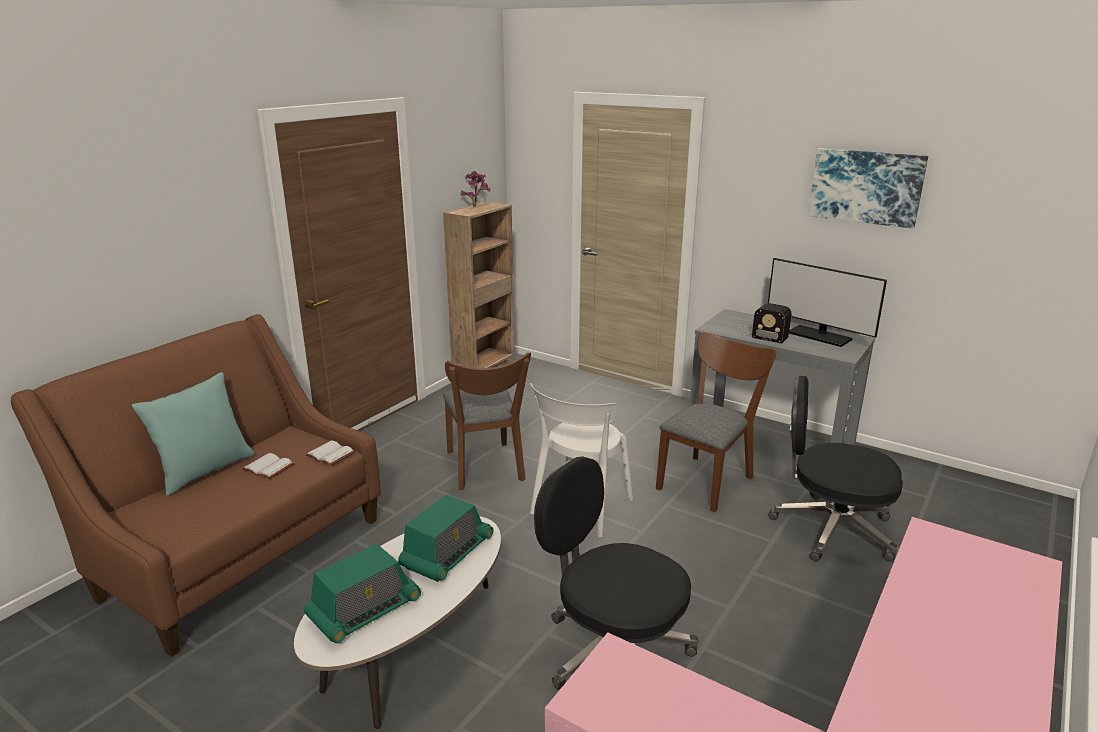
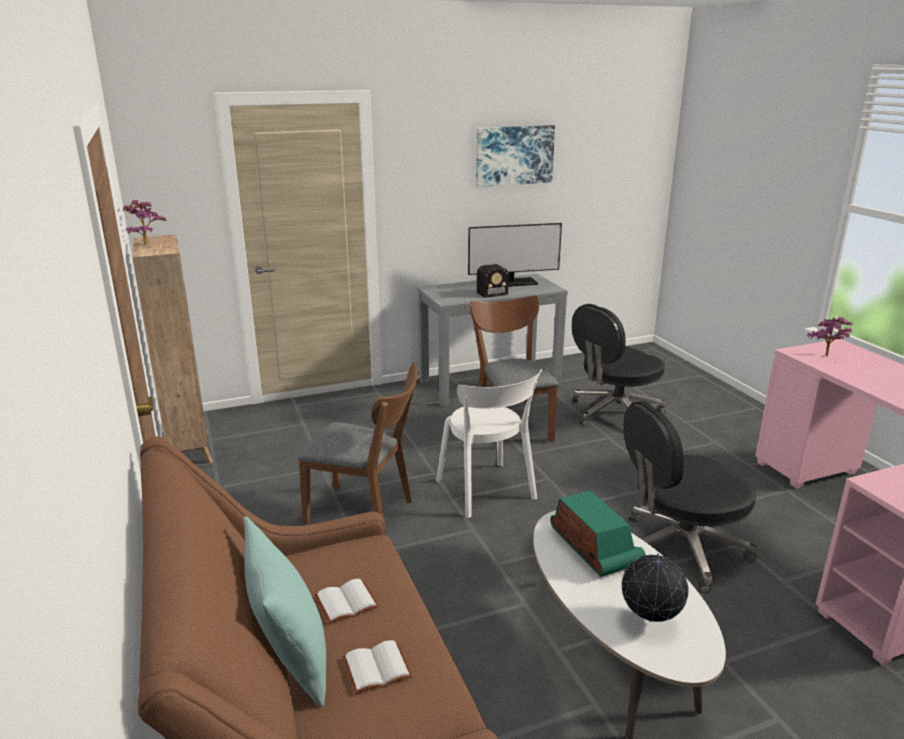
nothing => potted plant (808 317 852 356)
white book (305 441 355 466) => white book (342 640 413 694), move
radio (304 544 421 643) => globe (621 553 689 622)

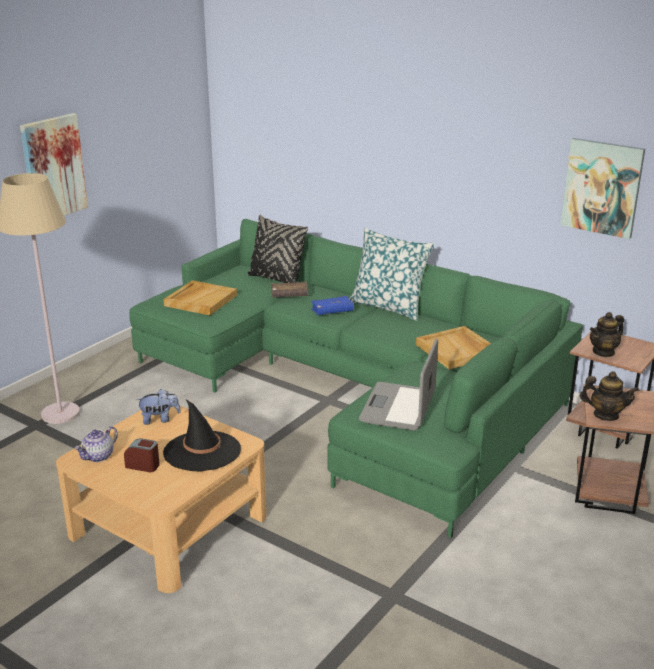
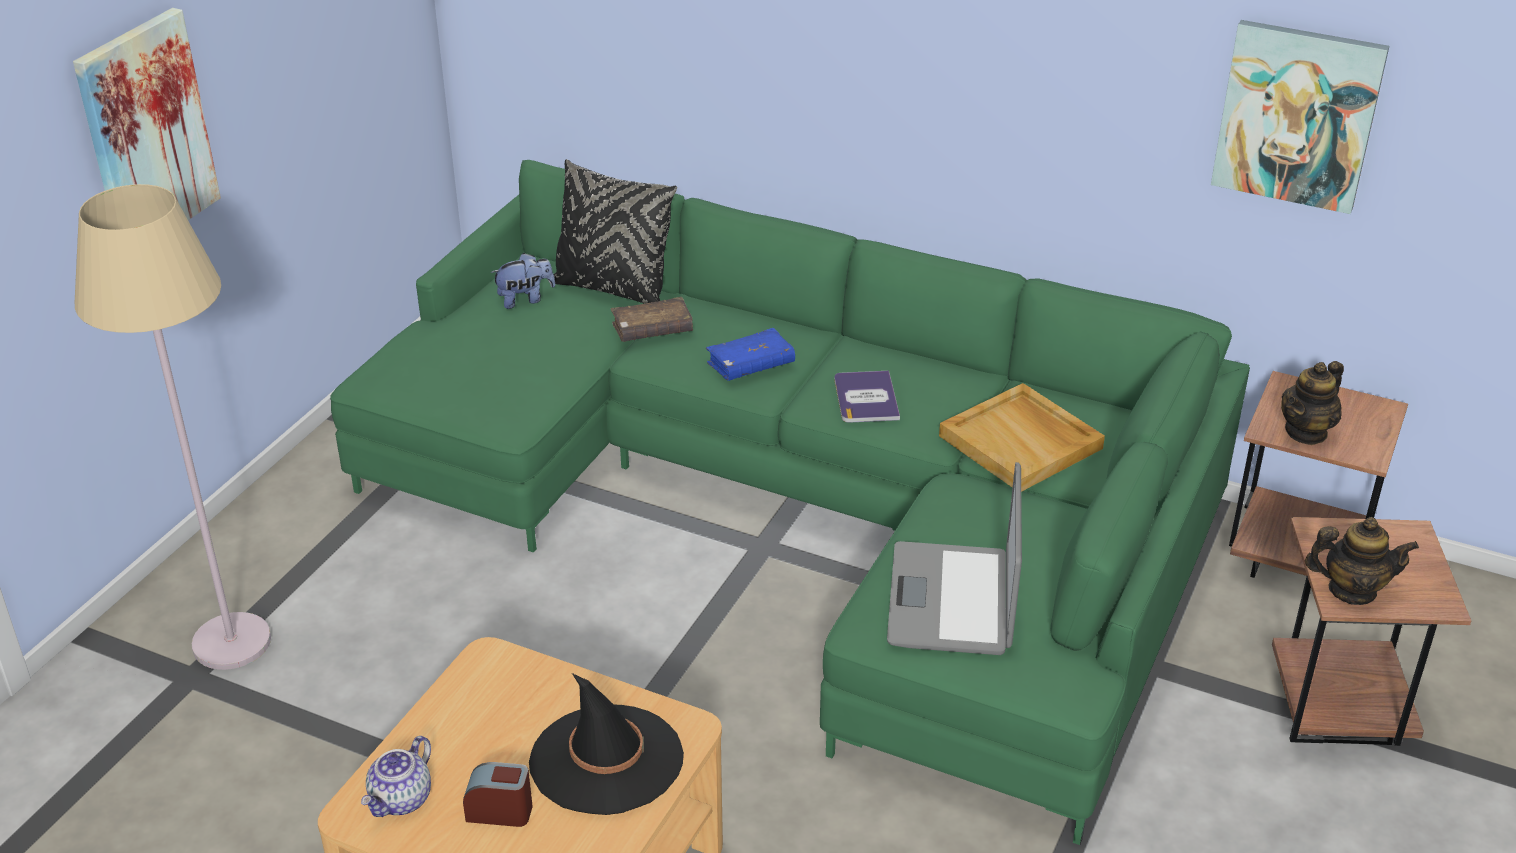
beige tray (164 280 237 315) => nothing
pillow (349 228 434 321) => nothing
nothing => book (834 370 900 423)
plush toy (136 389 181 425) => plush toy (491 253 555 309), move

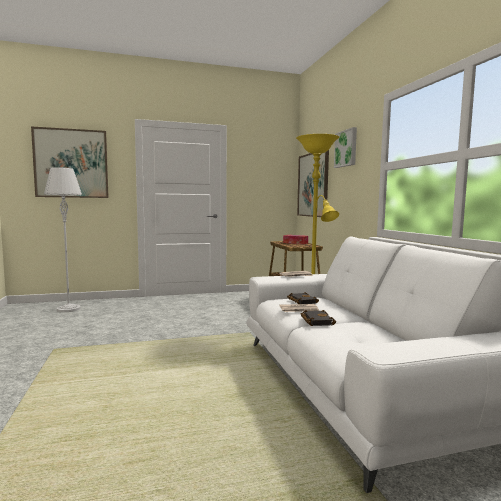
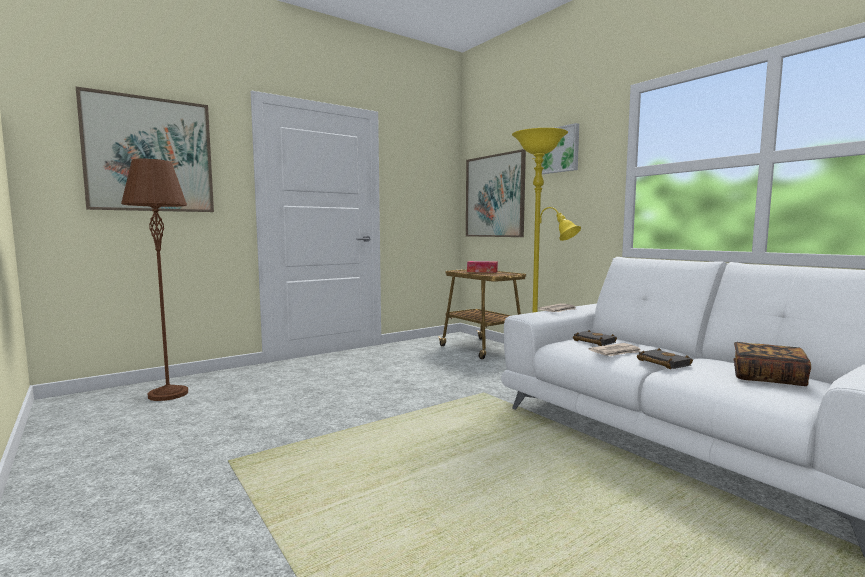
nothing => book (733 342 811 386)
grey floor lamp (44 167 82 312) => brown floor lamp (121 158 188 401)

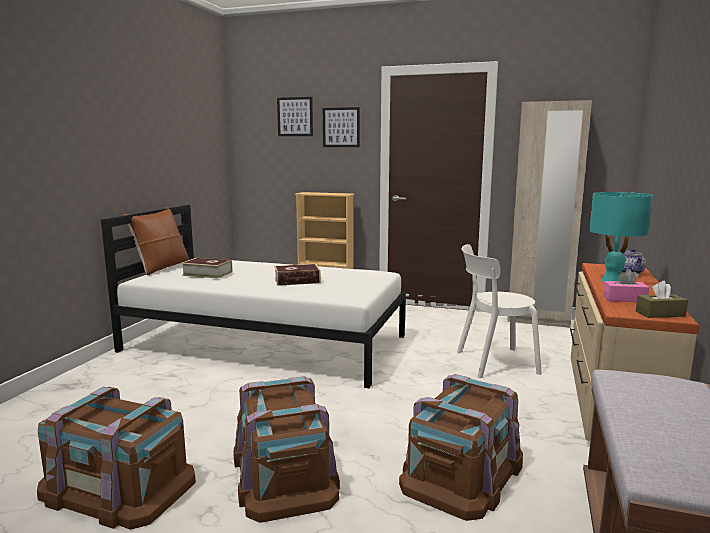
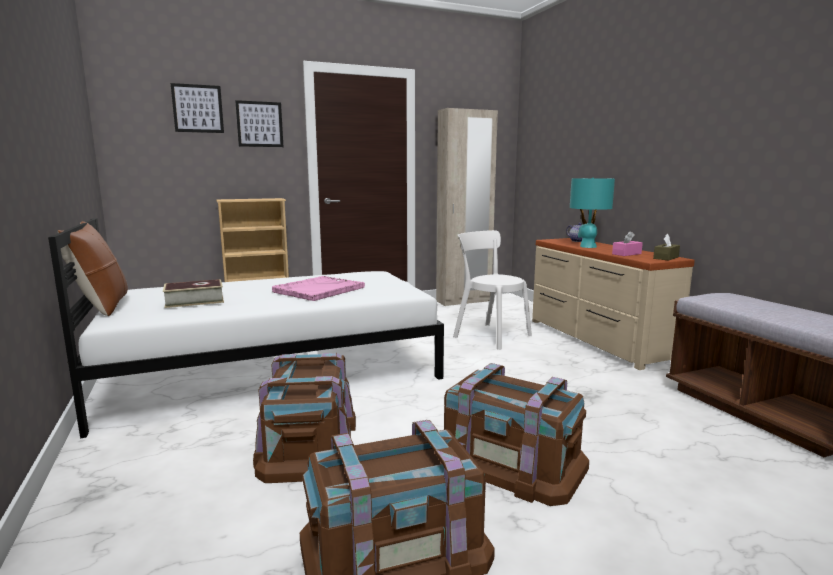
brown storage box (399 374 523 521) => brown storage box (253 353 356 483), move
book (274 264 321 286) => pink tray (272 276 365 301)
white chair (457 244 542 378) => white chair (453 230 532 350), 90 degrees clockwise

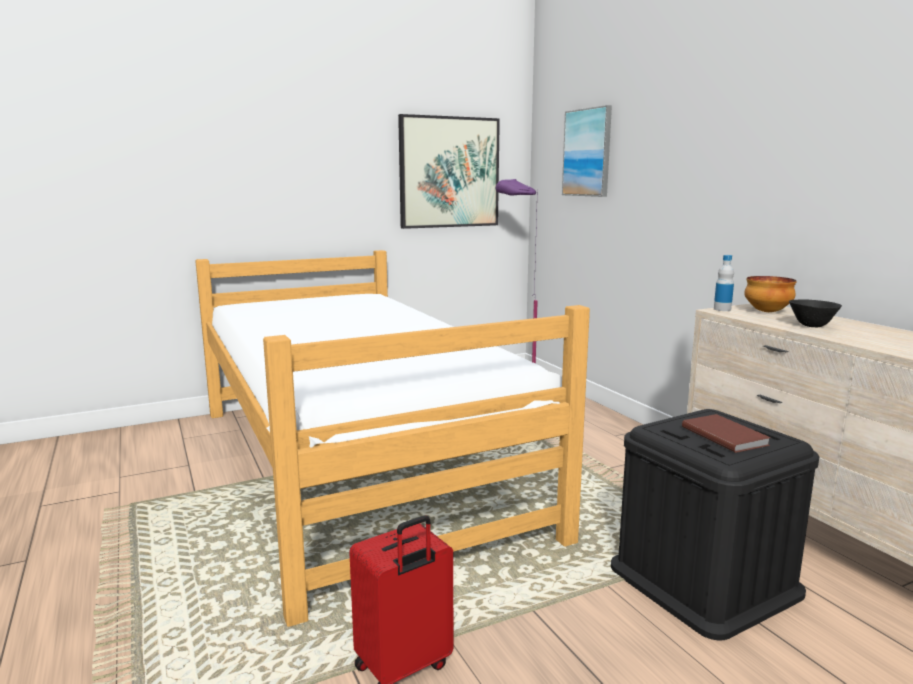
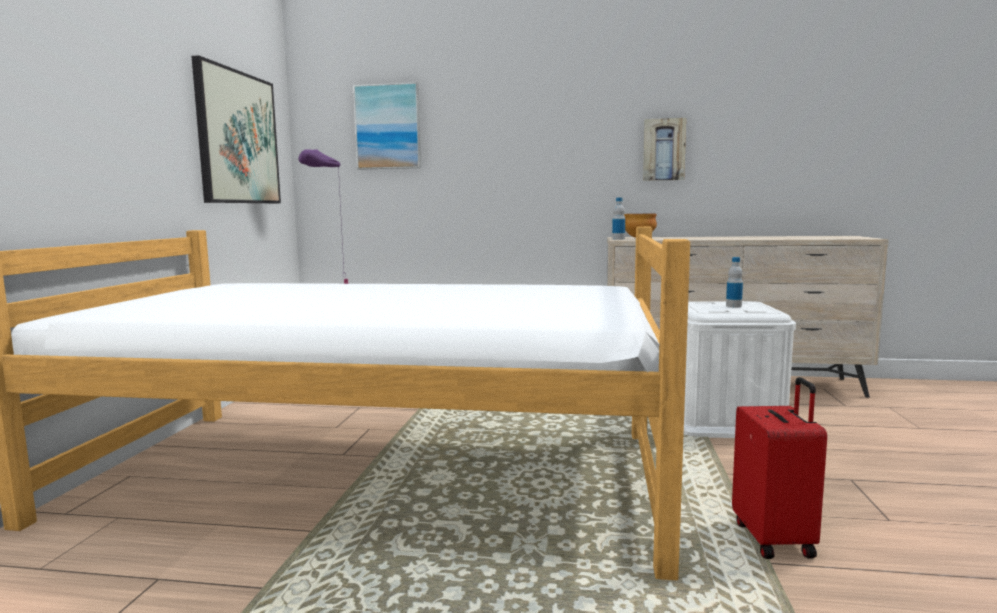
black bowl (789 299 842 327) => nothing
nothing => picture (643 118 686 181)
brown book (682 414 771 453) => bottle (726 257 743 307)
black storage box (611 409 820 641) => white storage box (684 301 796 438)

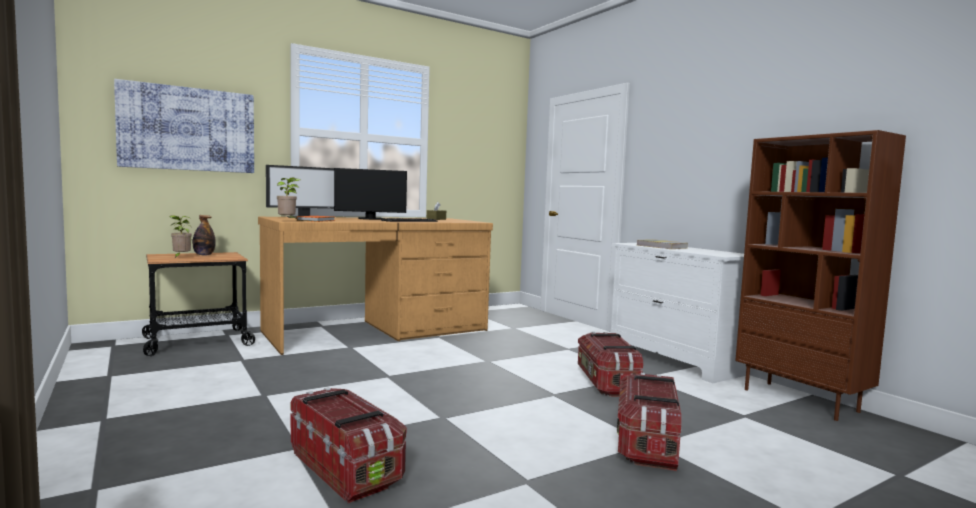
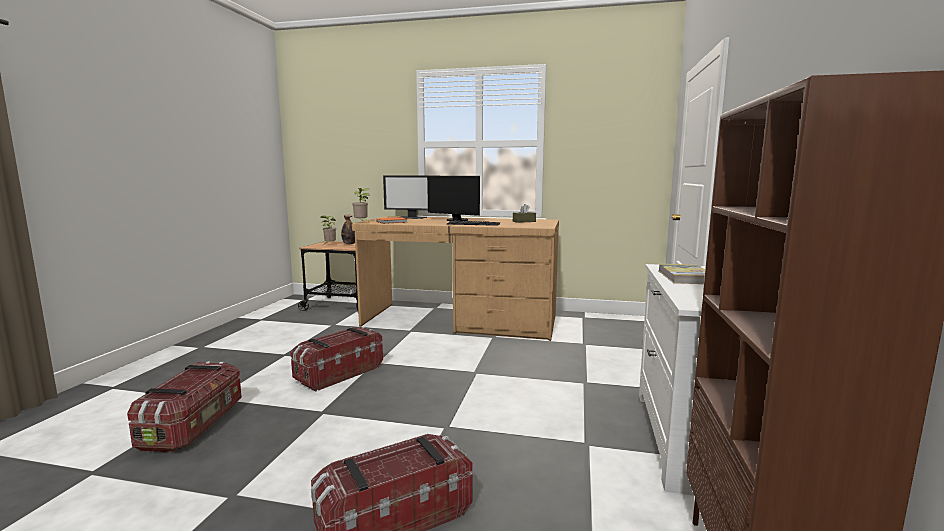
picture (114 79 254 173) => nothing
storage box (578 332 643 397) => storage box (291 327 383 391), move

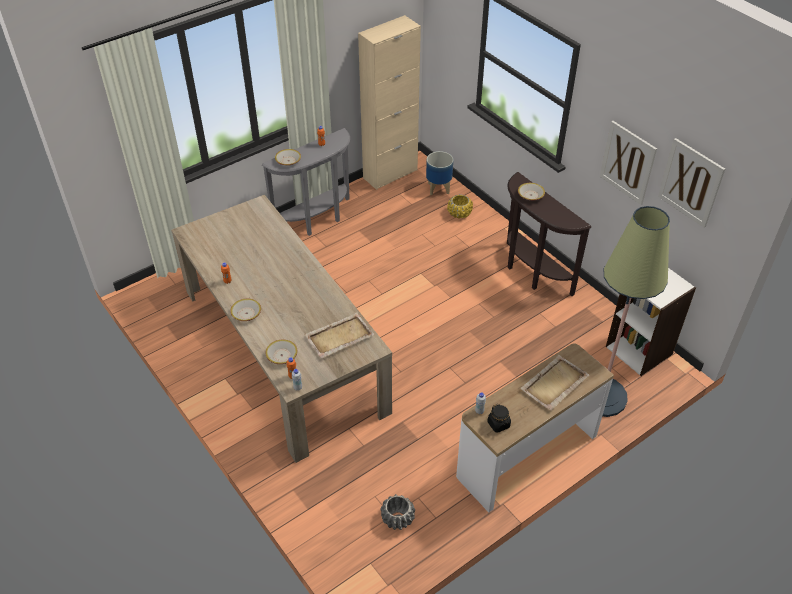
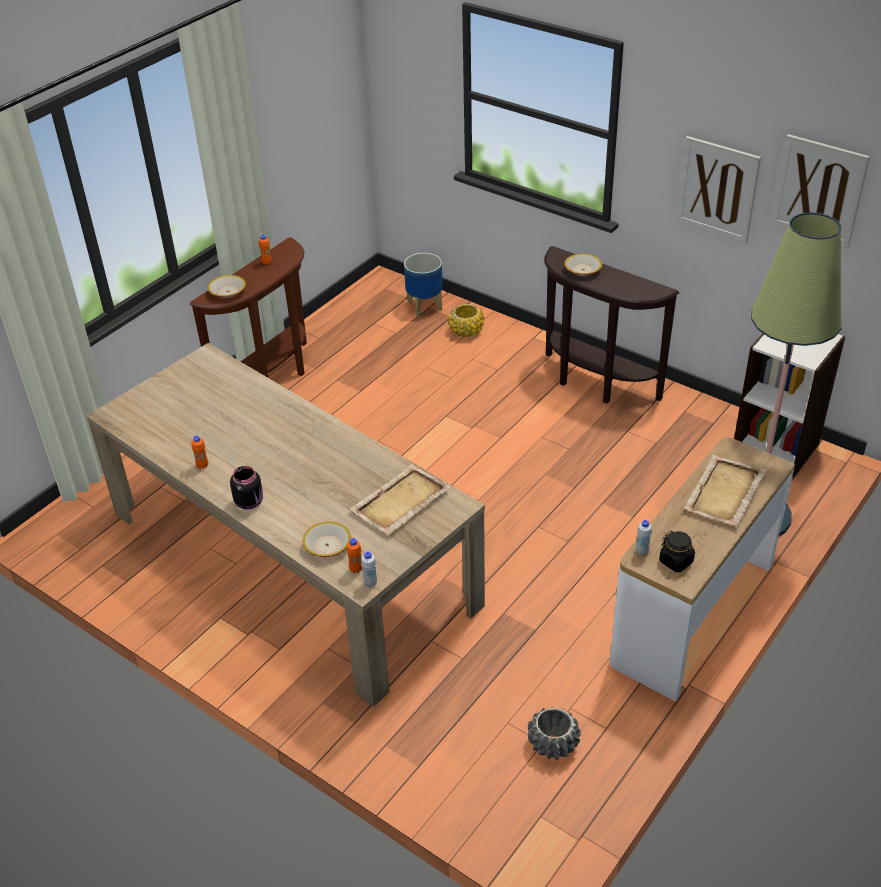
beige cabinet (358 15 421 190) => nothing
bowl (230 299 261 321) => black jar (230 466 263 510)
grey console table (262 128 350 236) => brown console table (190 237 307 378)

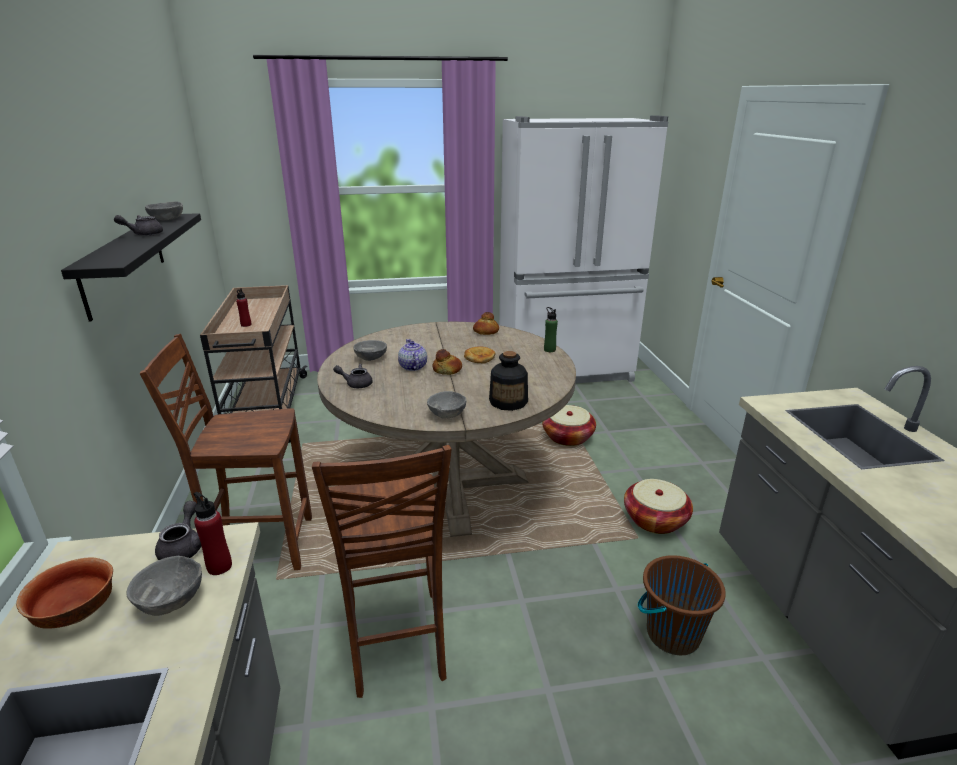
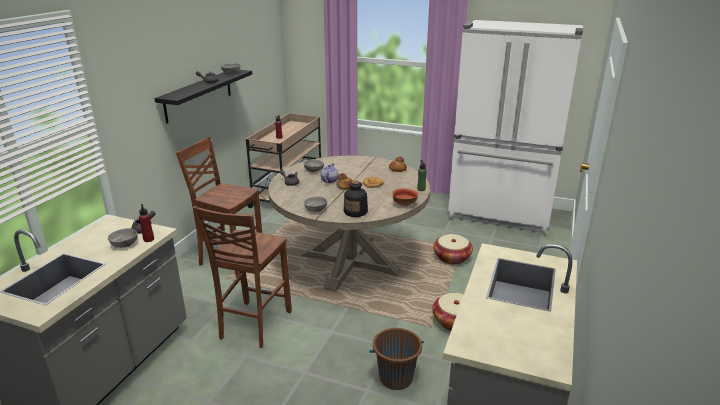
bowl (16 558 113 629) => bowl (392 188 419 207), move

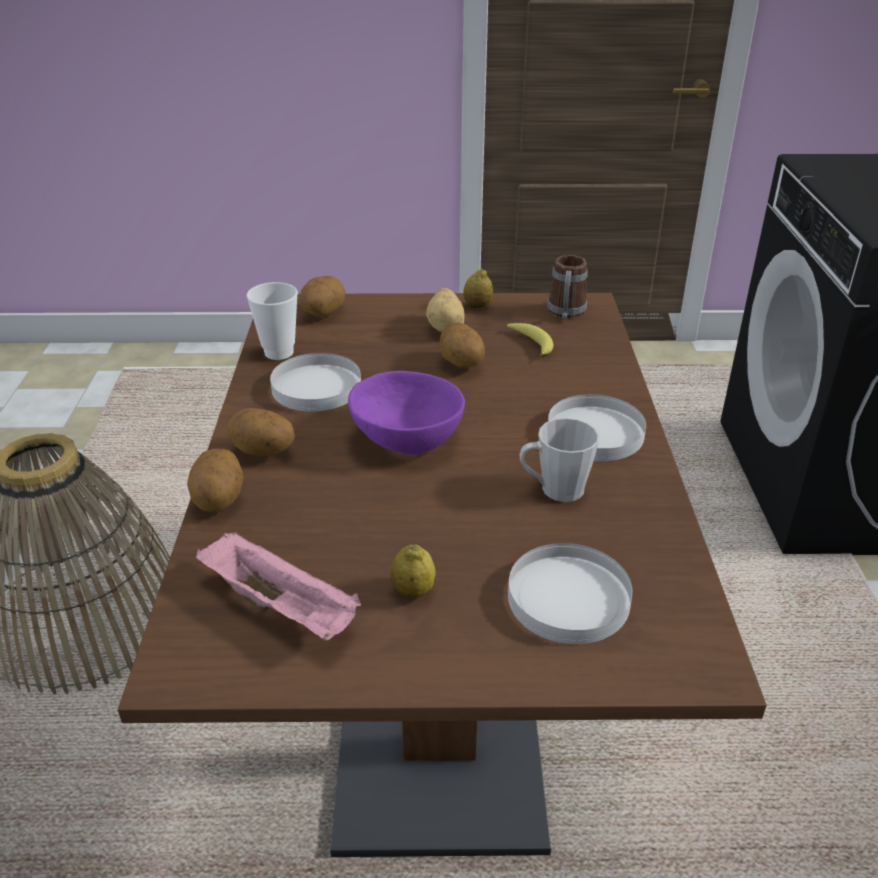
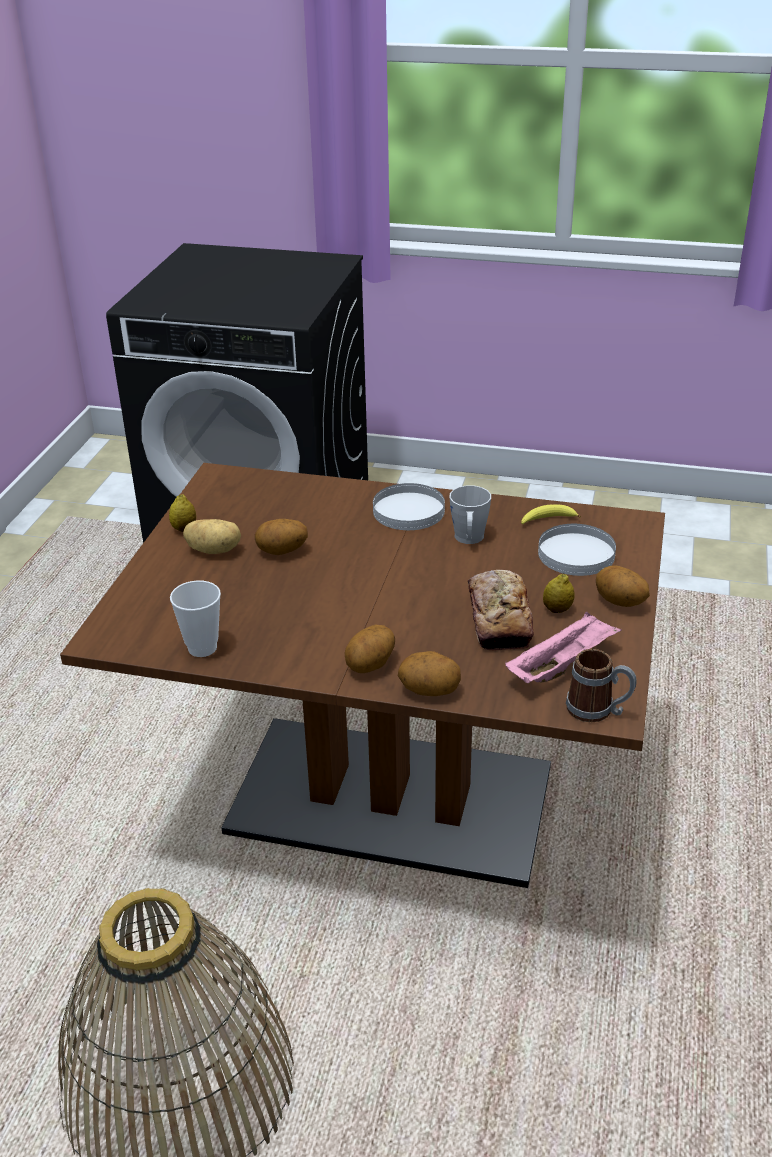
white plate (270 353 361 412) => nothing
purple bowl (348 371 465 455) => nothing
nothing => bread (468 570 534 651)
potato (299 276 345 317) => potato (596 565 650 607), move
banana (507 323 553 357) => banana (521 504 581 524), move
mug (547 255 588 320) => mug (566 649 637 722), move

